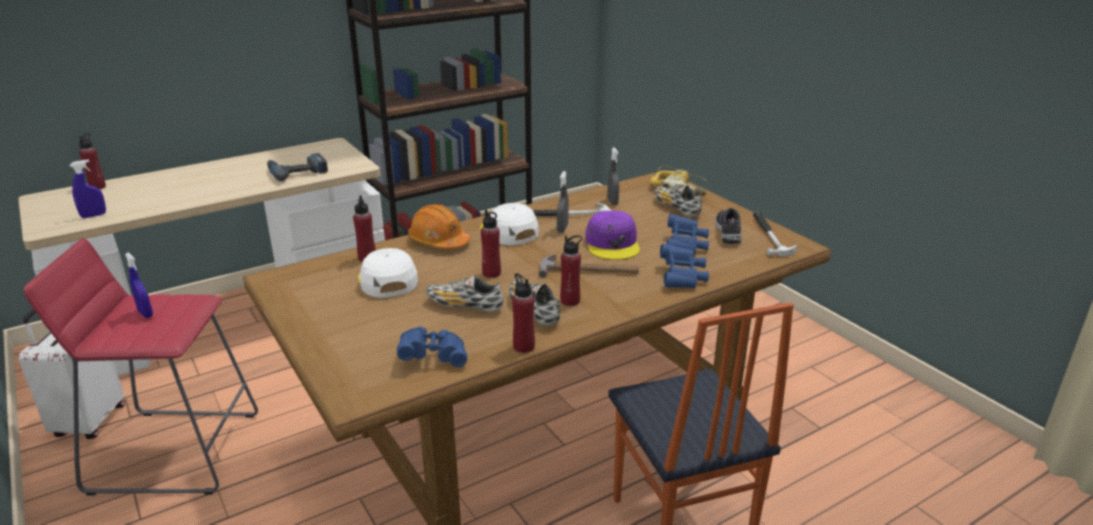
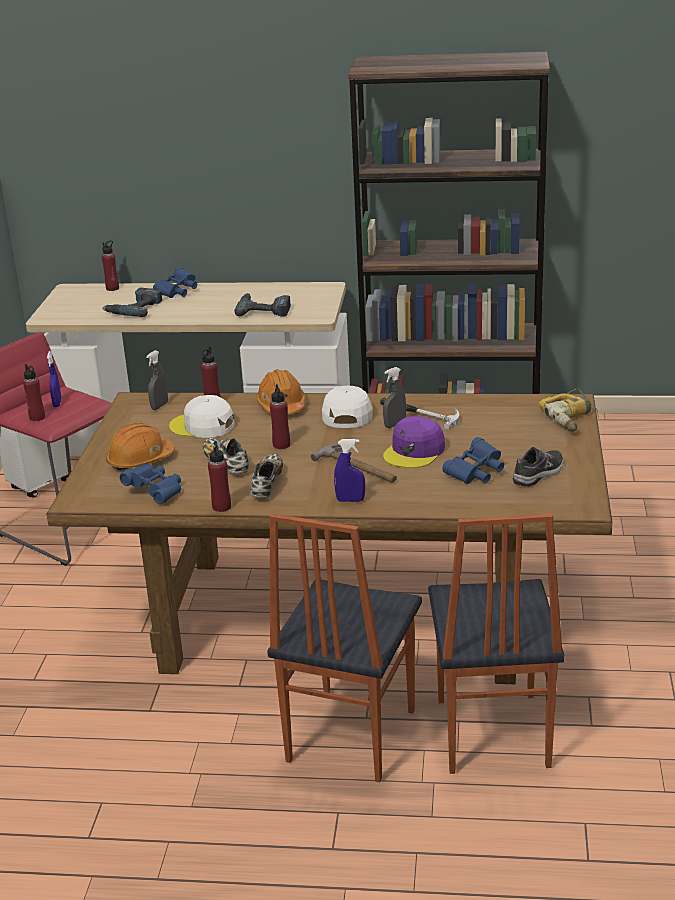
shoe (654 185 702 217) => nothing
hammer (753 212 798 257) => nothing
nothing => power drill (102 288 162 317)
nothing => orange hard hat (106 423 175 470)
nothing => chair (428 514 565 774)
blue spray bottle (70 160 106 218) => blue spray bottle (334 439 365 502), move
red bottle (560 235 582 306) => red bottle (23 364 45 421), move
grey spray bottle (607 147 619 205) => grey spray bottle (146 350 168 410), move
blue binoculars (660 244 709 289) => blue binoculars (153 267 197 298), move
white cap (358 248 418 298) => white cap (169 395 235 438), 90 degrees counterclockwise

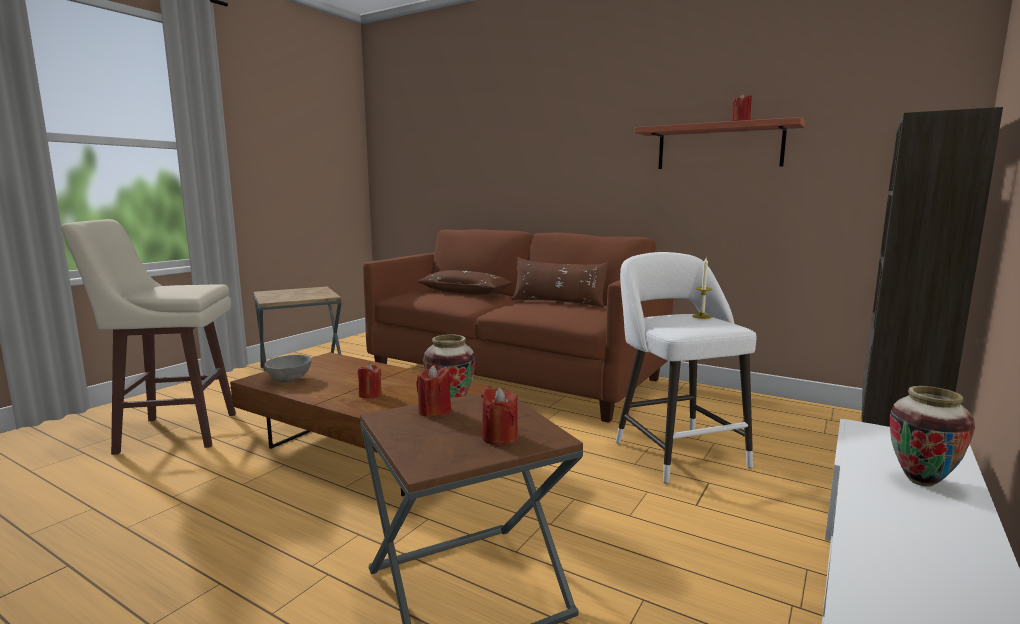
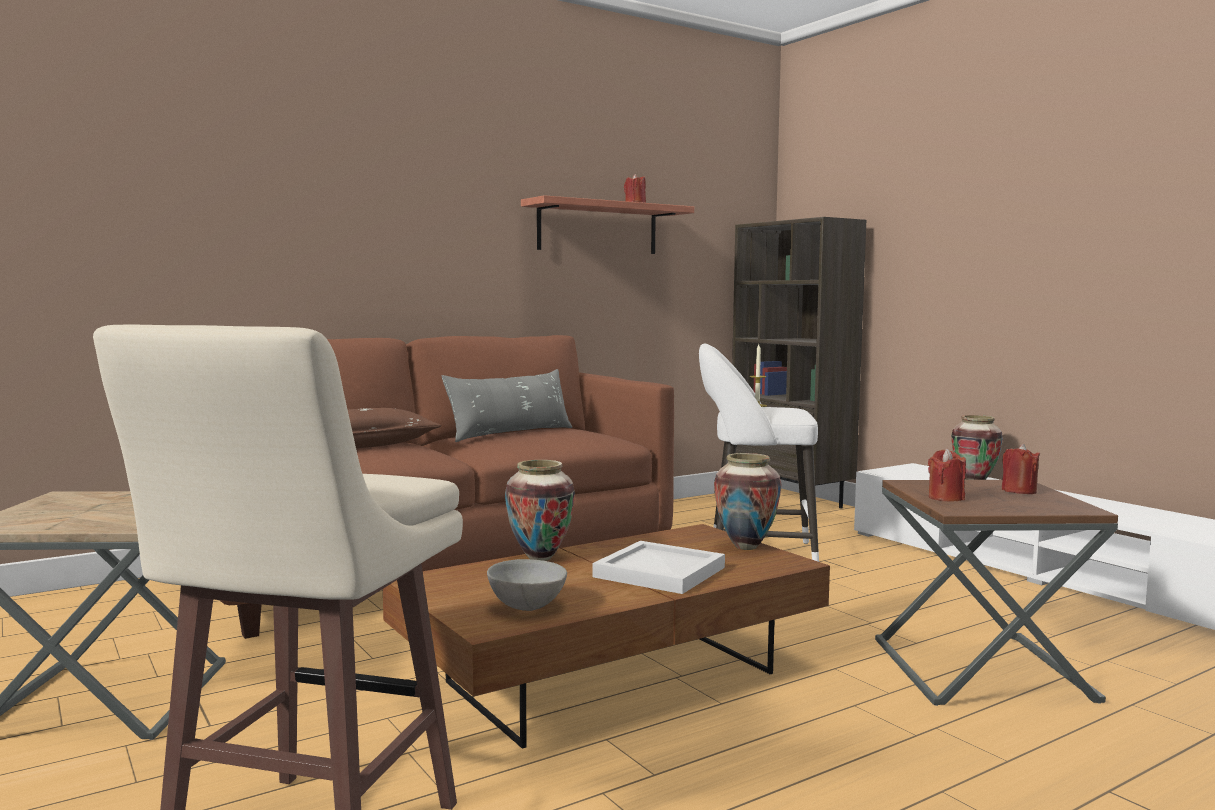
nothing => vase (505 460 575 561)
red candle (358 363 382 399) => white tray (592 541 725 594)
brown pillow (511 257 609 307) => grey pillow (442 369 572 442)

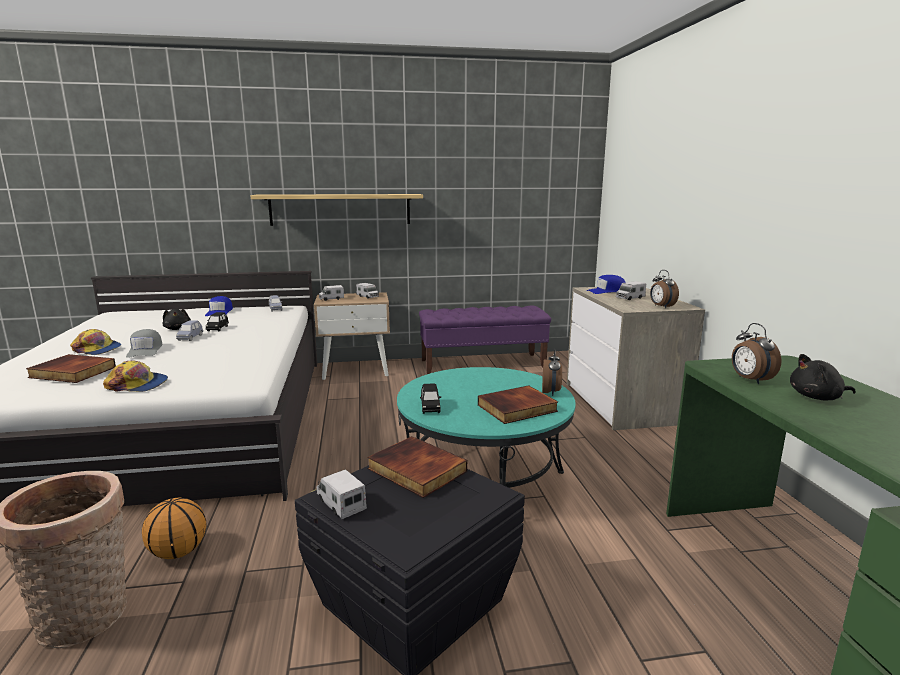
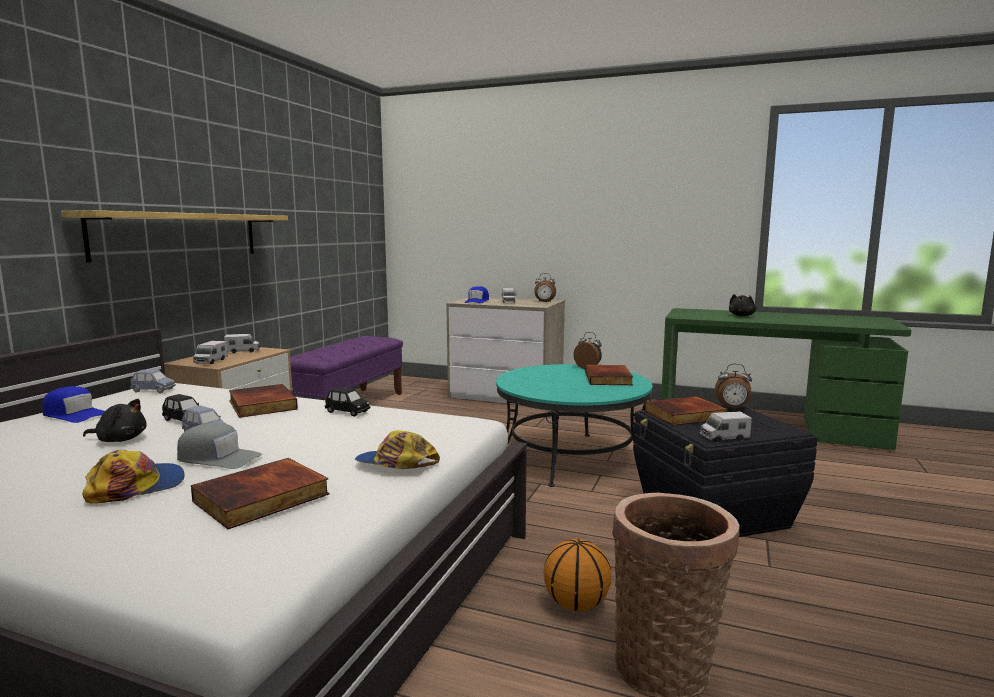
nothing => book (229 384 298 418)
black toy car (420 383 441 414) => black toy car (325 387 370 416), move
alarm clock (732 323 782 384) => alarm clock (715 364 752 410), move
cap (103 360 168 392) => cap (355 430 440 469), 105 degrees counterclockwise

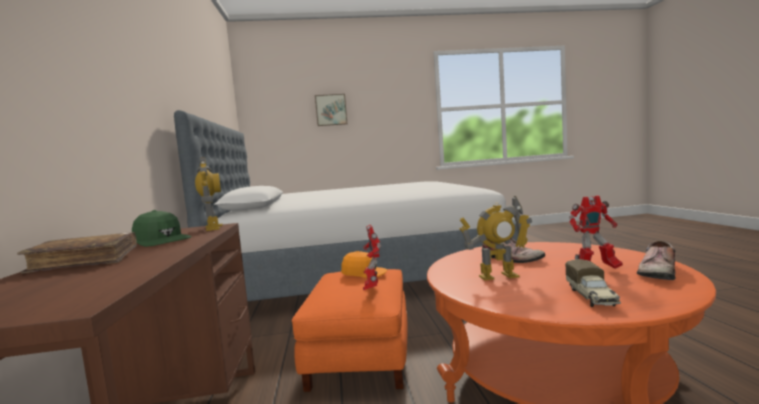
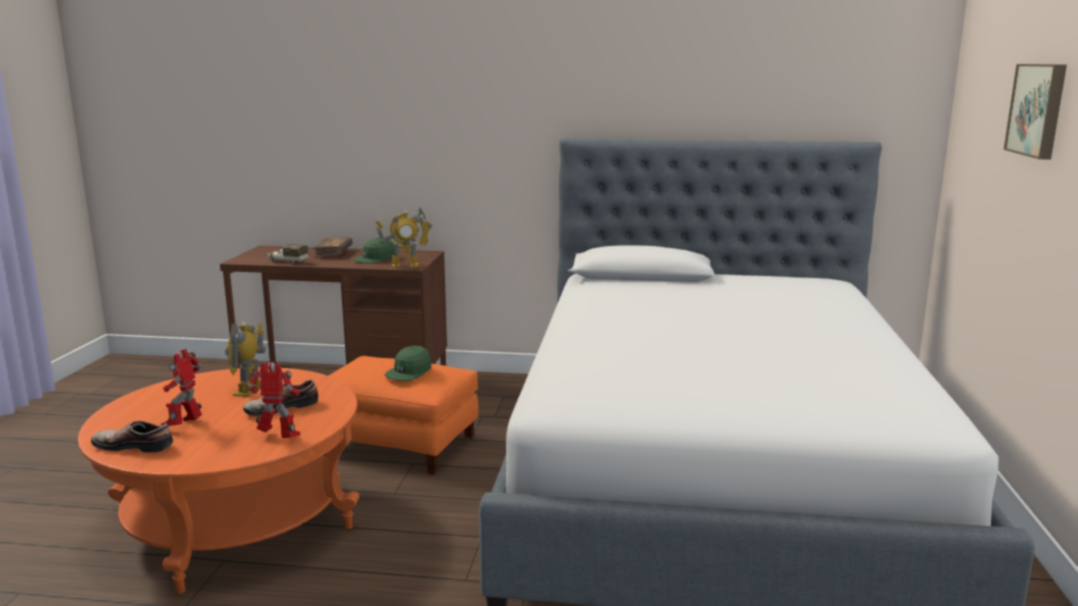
toy robot (363 224 381 290) => toy robot (248 362 300 438), move
toy truck (565 259 621 307) => toy truck (267 244 309 264), move
orange cap (341 251 387 278) => green cap (384 346 432 381)
shoe (637 240 676 280) => shoe (91 421 173 453), 45 degrees counterclockwise

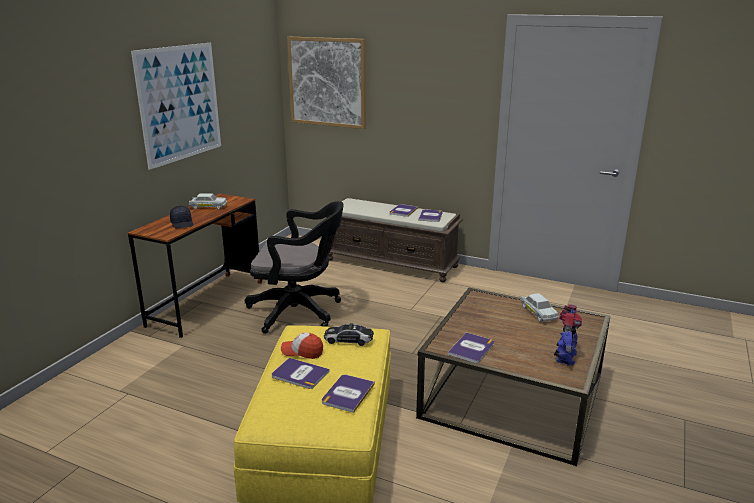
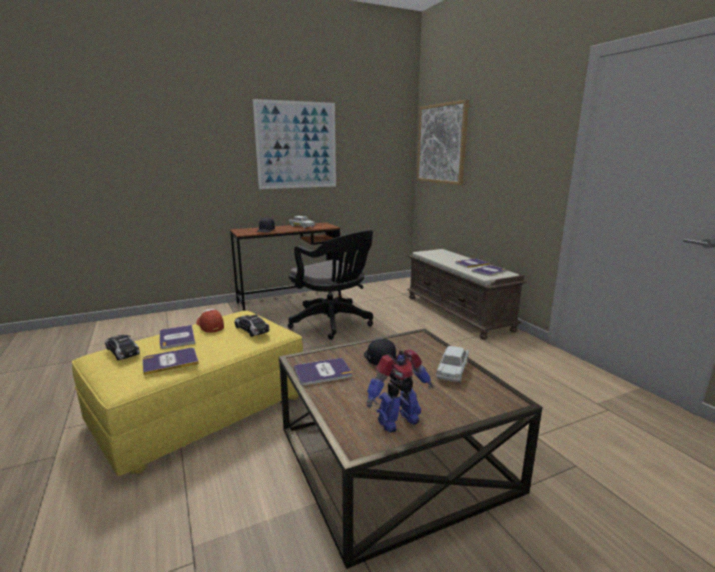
nothing => toy car (105 335 140 361)
nothing => black cap (364 339 396 365)

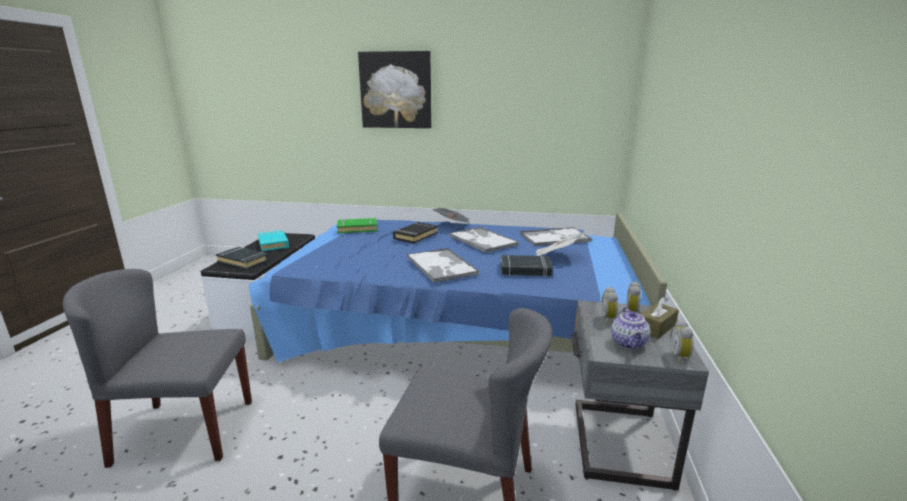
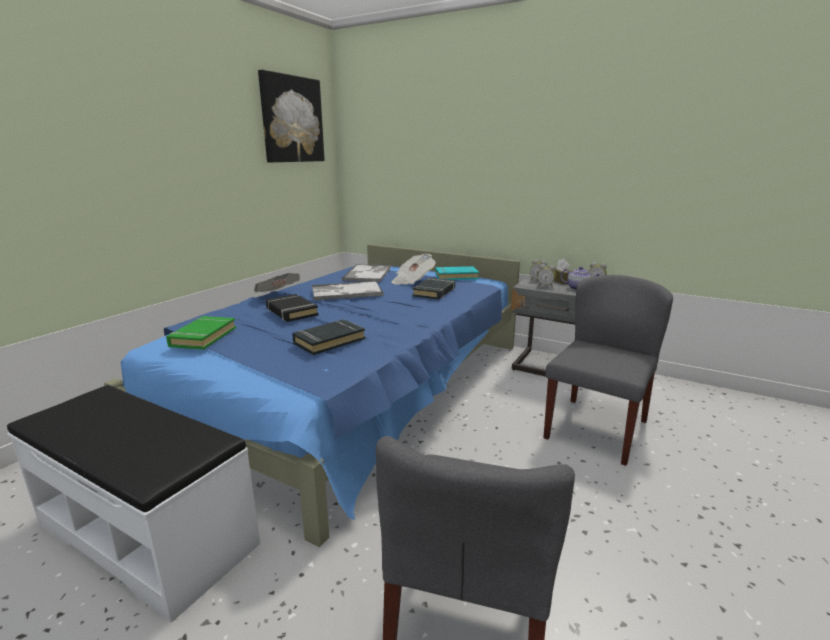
tray (407 248 479 283) => nothing
black book (216 247 269 270) => black book (292 319 366 355), move
turquoise book (258 230 289 251) => turquoise book (435 266 479 280), move
picture (358 51 432 128) => picture (258 70 325 162), move

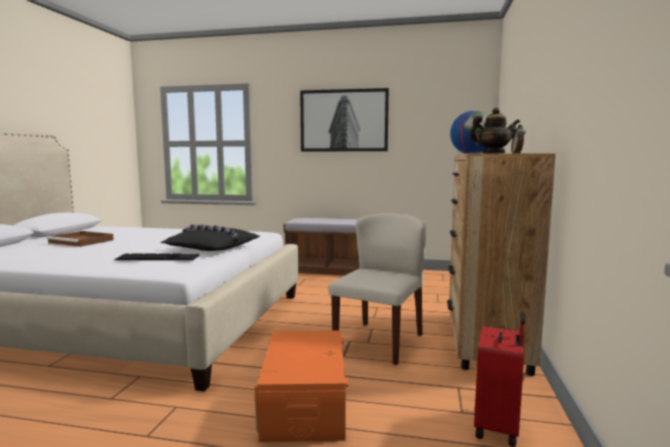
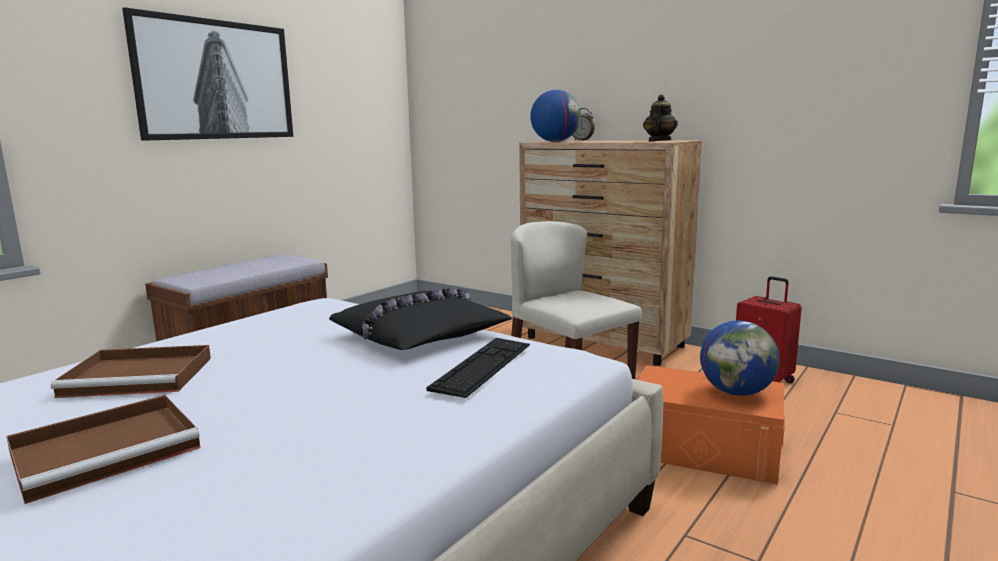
nothing => brown tray (51 345 211 398)
nothing => globe (700 321 780 396)

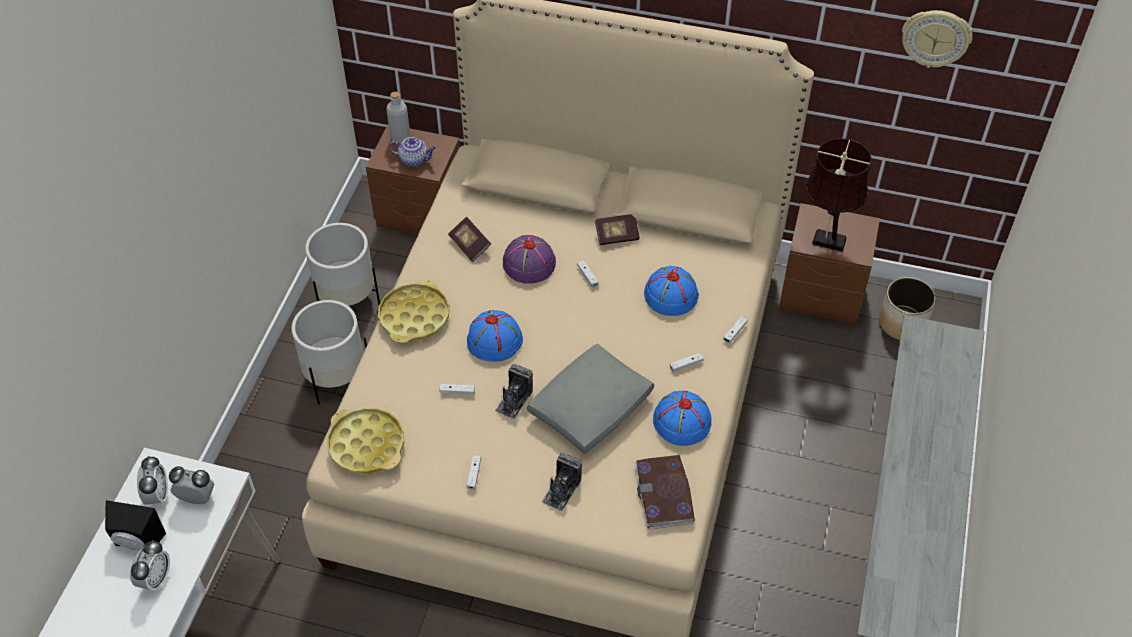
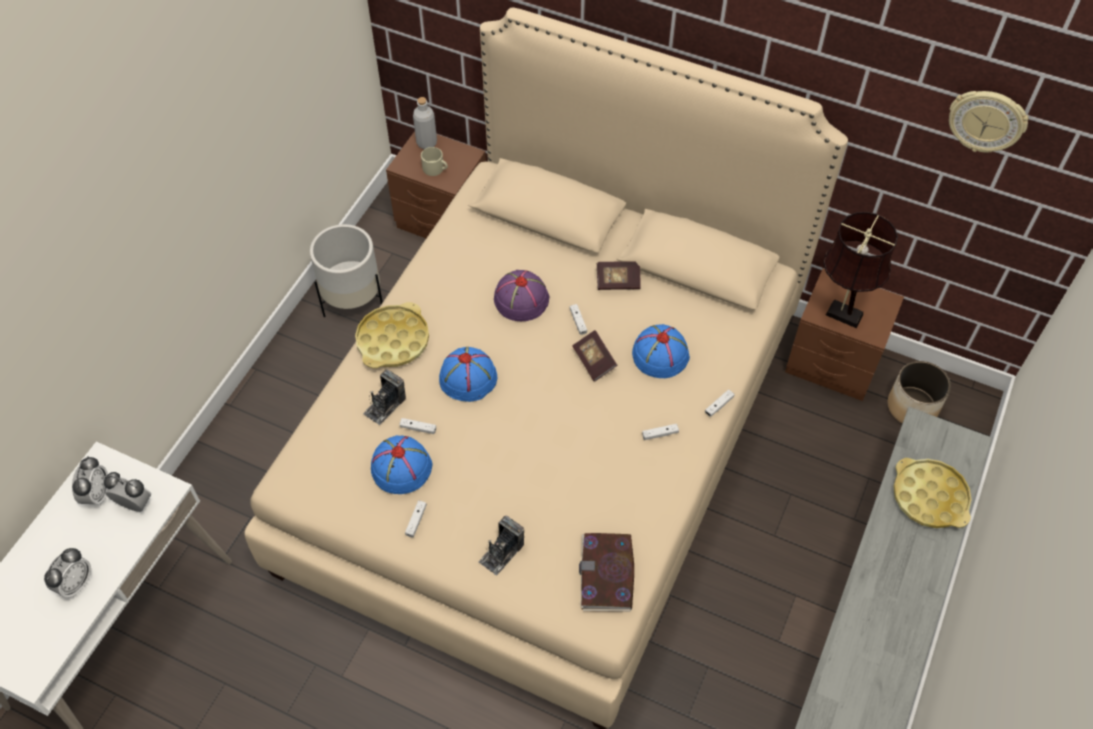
black speaker (105 500 166 550) => nothing
white planter (291 300 367 405) => nothing
grey pillow (527 344 654 454) => nothing
yellow tray (327 407 404 474) => yellow tray (893 458 972 528), move
book (448 217 491 262) => book (572 330 618 382), move
photo camera (495 364 533 419) => photo camera (363 369 406 425), move
blue hat (653 391 712 446) => blue hat (371 435 433 494), move
teapot (389 137 436 167) => beige mug (421 147 448 176)

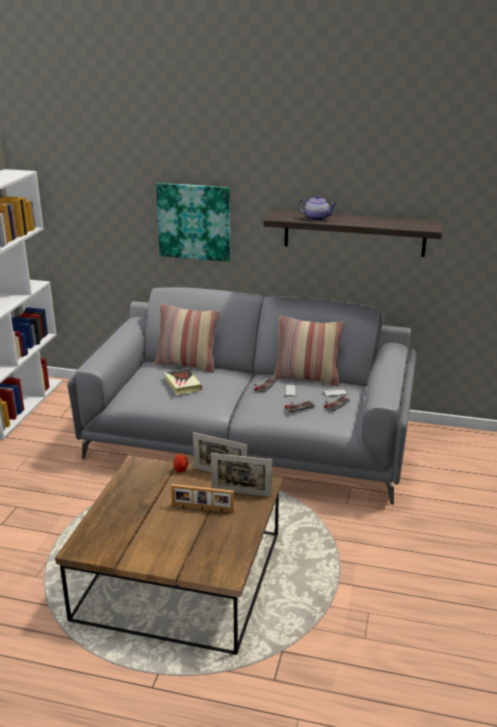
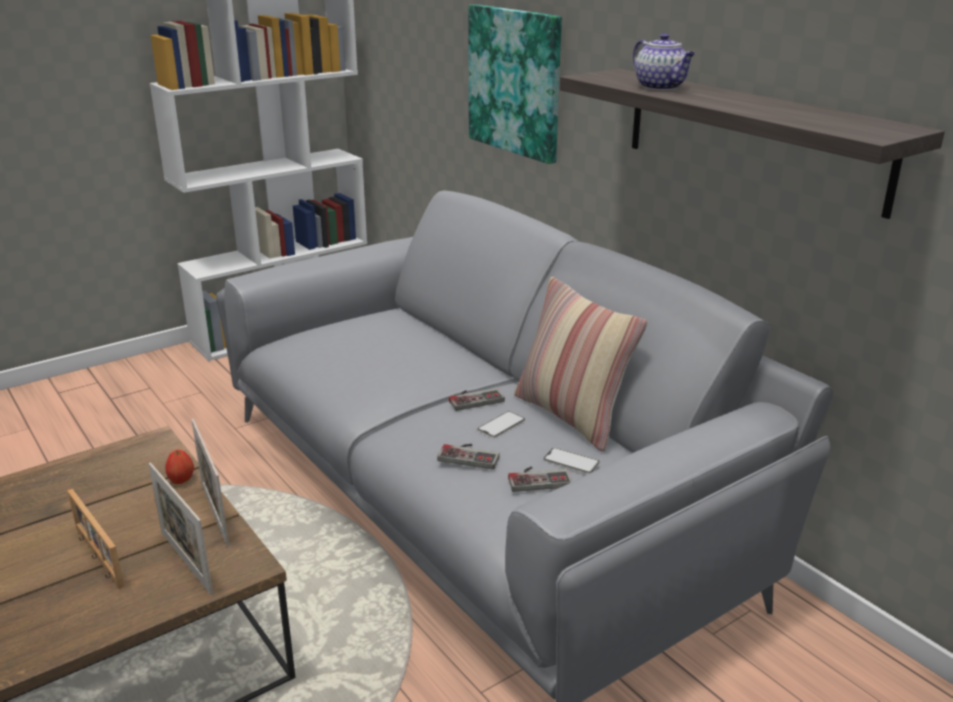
pillow (155 304 220 373) => nothing
book (164 368 202 395) => nothing

